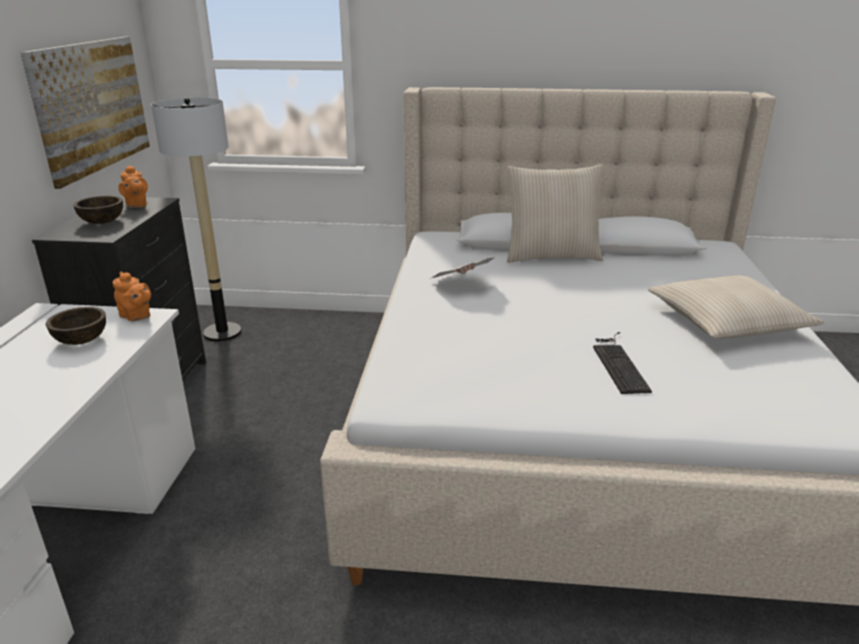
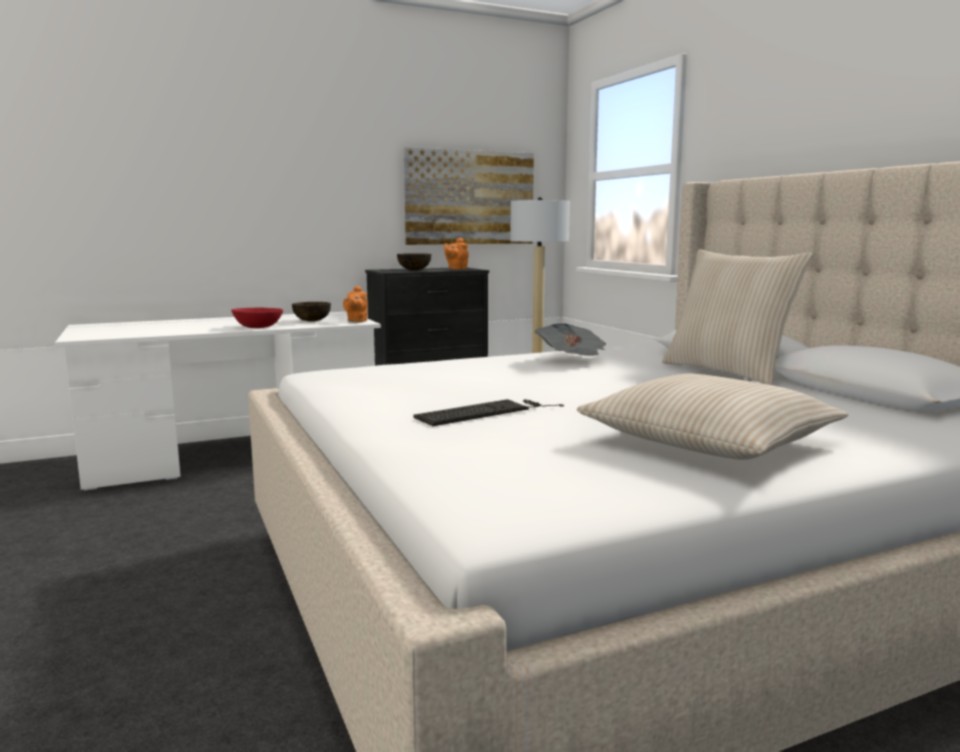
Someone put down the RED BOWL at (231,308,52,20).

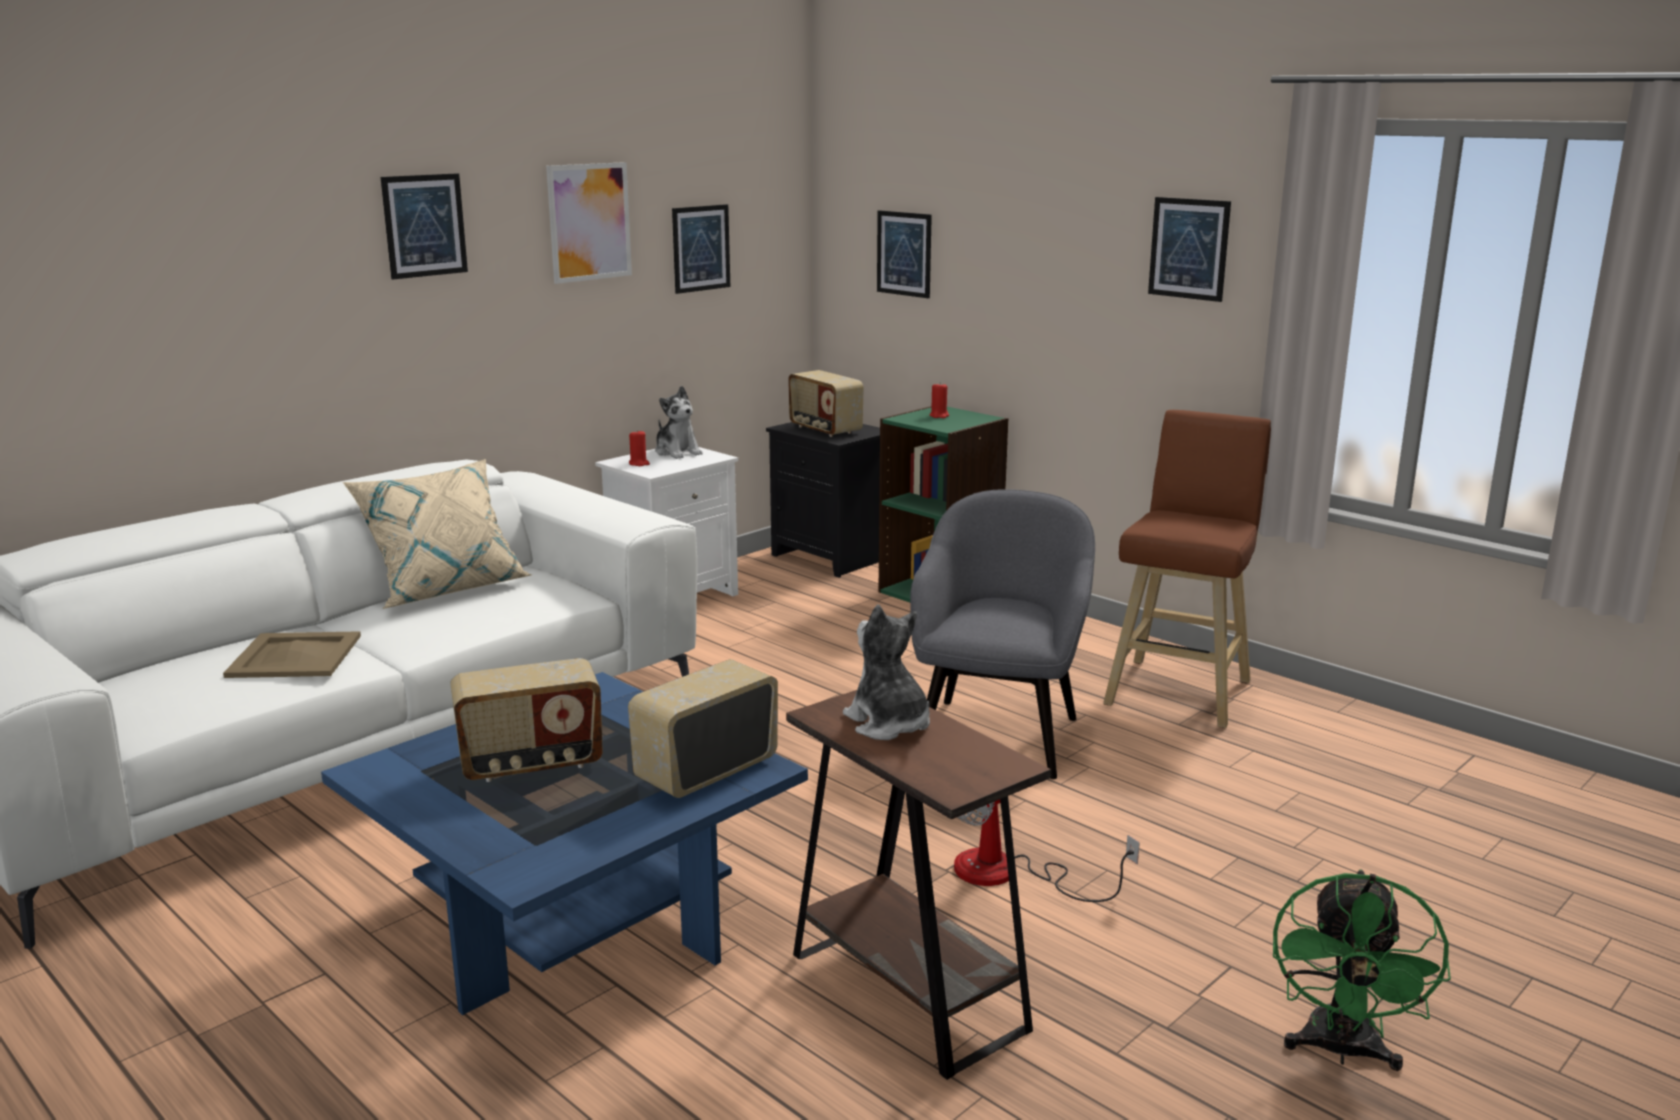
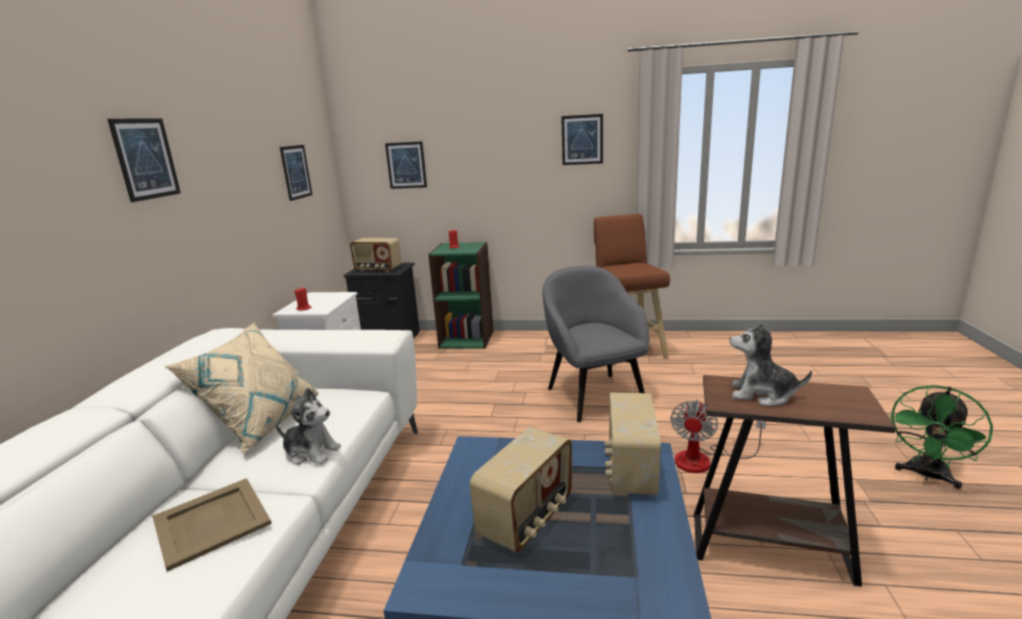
Someone took away the PICTURE at (546,162,86,122).
Someone carried the PLUSH TOY from (655,386,48,73) to (276,388,65,77).
Someone rotated the GREEN FAN at (1273,869,178,202) by 60 degrees clockwise.

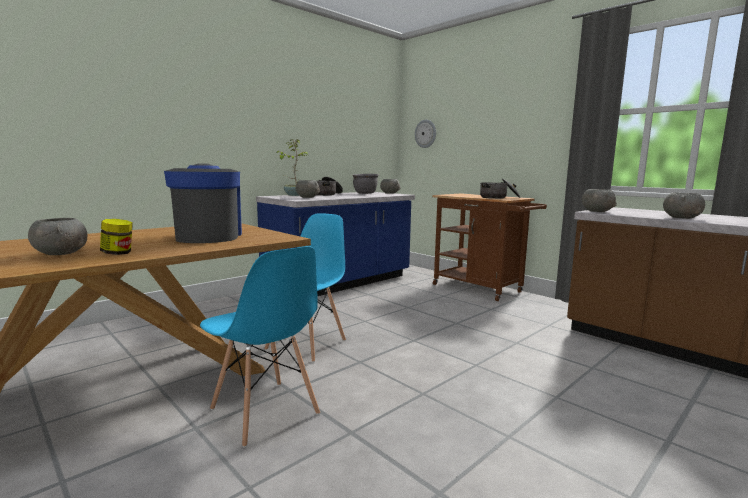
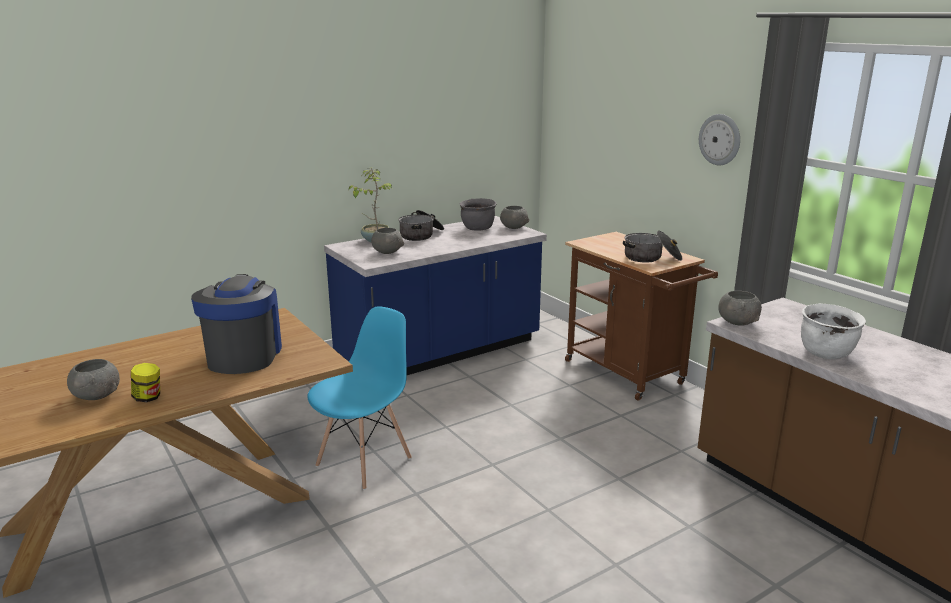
Someone carried the WALL CLOCK from (415,119,21,29) to (699,114,41,51).
Someone swapped the GREY BOWL at (663,193,42,26) for the WHITE COOKING POT at (801,303,65,56).
Someone took away the BLUE CHAIR at (200,246,120,202).

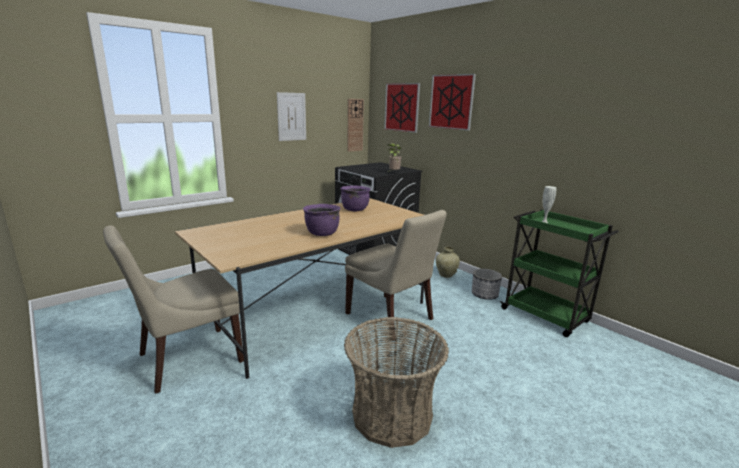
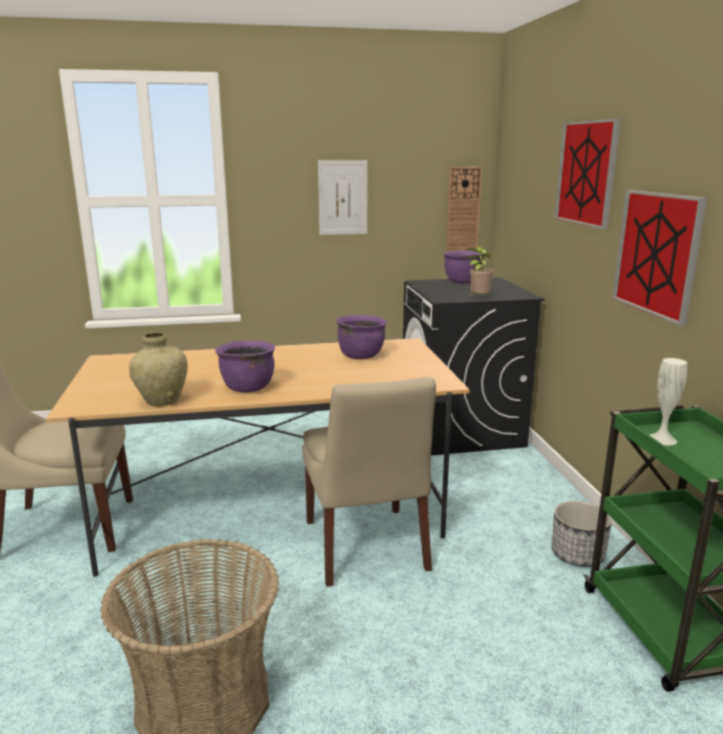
Someone carried the PICTURE from (384,83,36,50) to (612,190,95,136).
Someone carried the BEIGE VASE from (436,247,24,31) to (129,332,59,74).
Someone put down the PURPLE COOKING POT at (444,251,40,33).

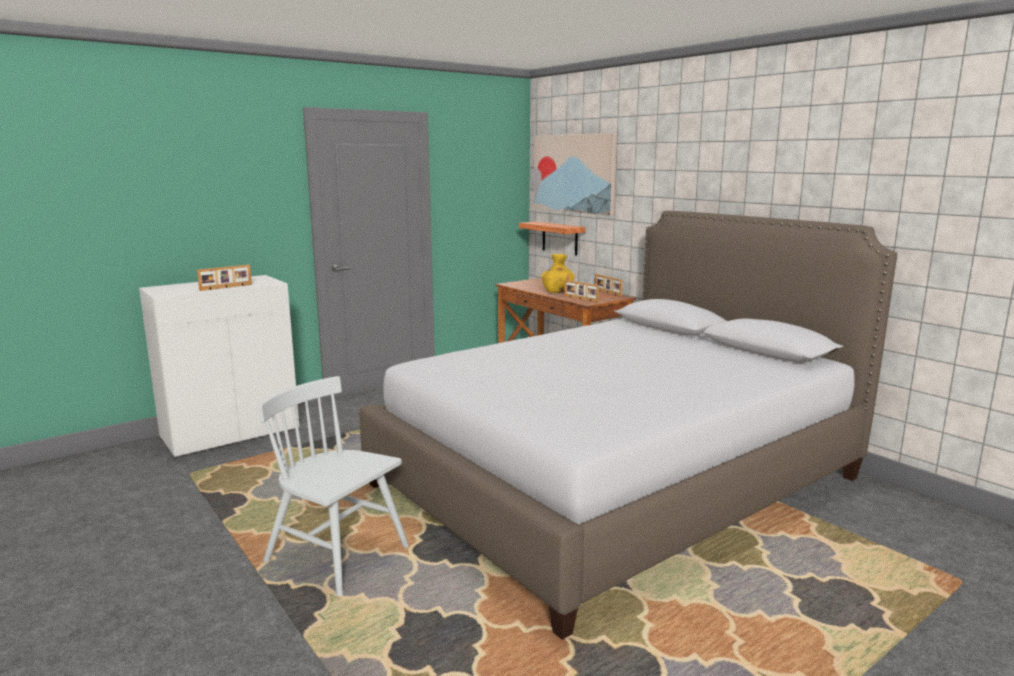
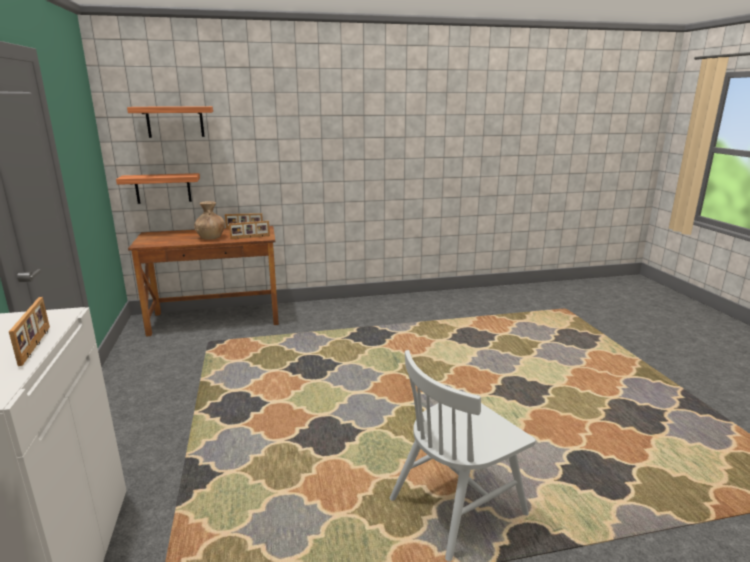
Someone swapped the PICTURE at (534,133,83,83) for the SHELF at (127,106,86,32).
Someone took away the BED at (359,211,538,429).
Someone repainted the YELLOW VASE at (541,254,34,39), which became the BROWN VASE at (194,201,31,39).

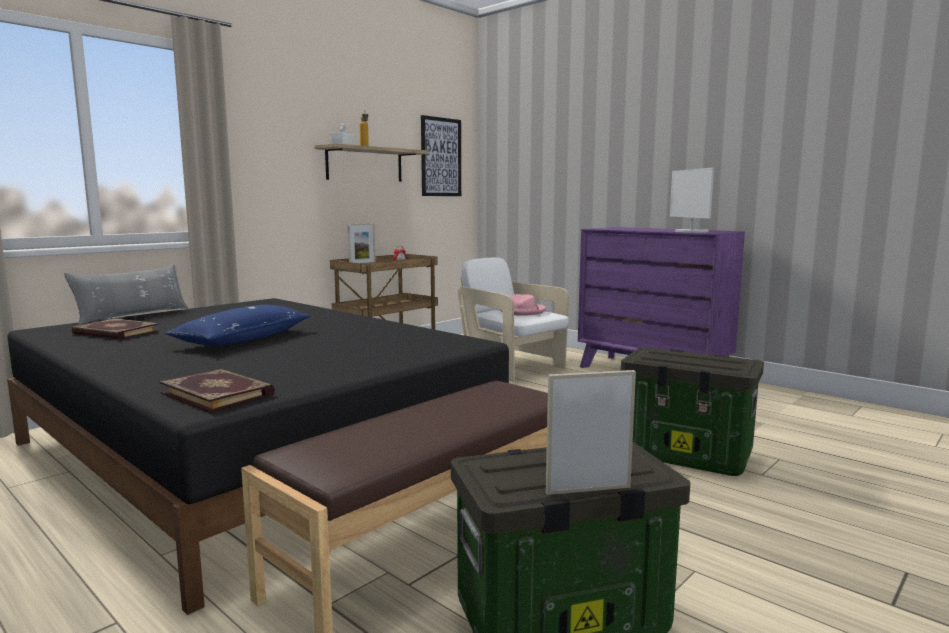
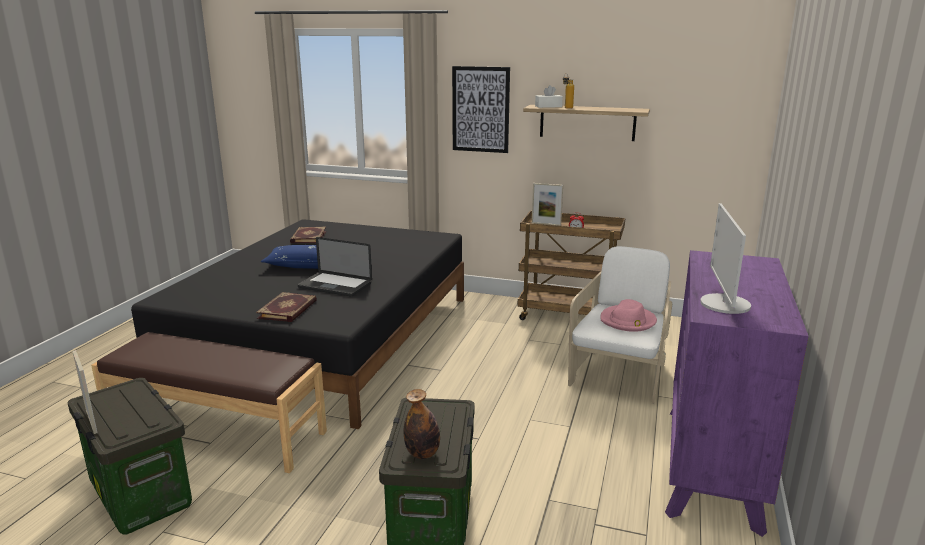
Someone carried the PICTURE from (421,115,40,81) to (452,66,58,87).
Someone rotated the MONITOR at (670,167,44,65) by 45 degrees counterclockwise.
Someone took away the GREY PILLOW at (64,264,124,61).
Someone carried the BOOK from (159,369,116,44) to (256,292,61,30).
Someone put down the LAPTOP at (298,237,74,59).
Someone put down the BOTTLE at (404,389,36,70).

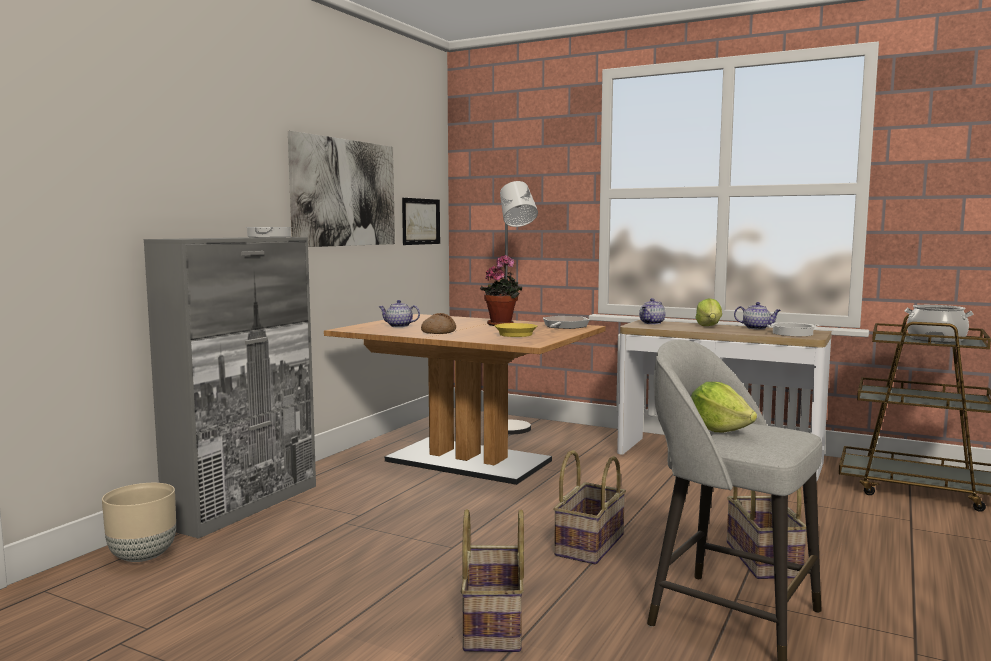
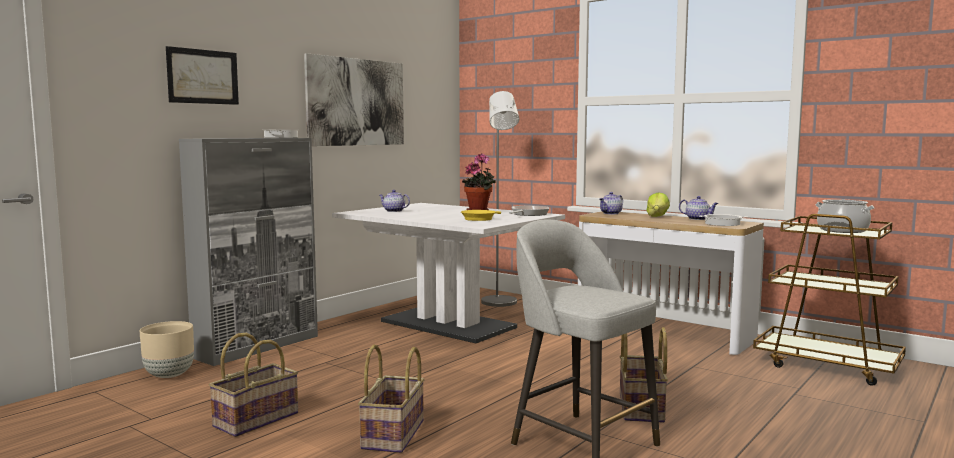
Someone carried the PICTURE from (402,198,38,47) to (166,46,73,59).
Someone took away the BREAD at (421,313,35,21).
Someone repainted the BROWN DINING TABLE at (324,314,282,171), which became the WHITE DINING TABLE at (332,203,233,140).
Someone took away the LETTUCE at (691,382,66,51).
Someone carried the BASKET from (553,450,73,115) to (209,333,89,104).

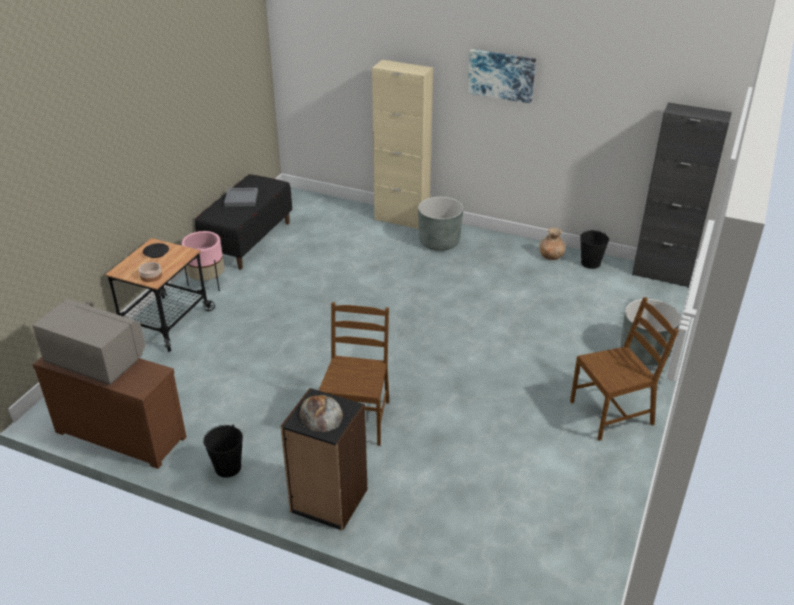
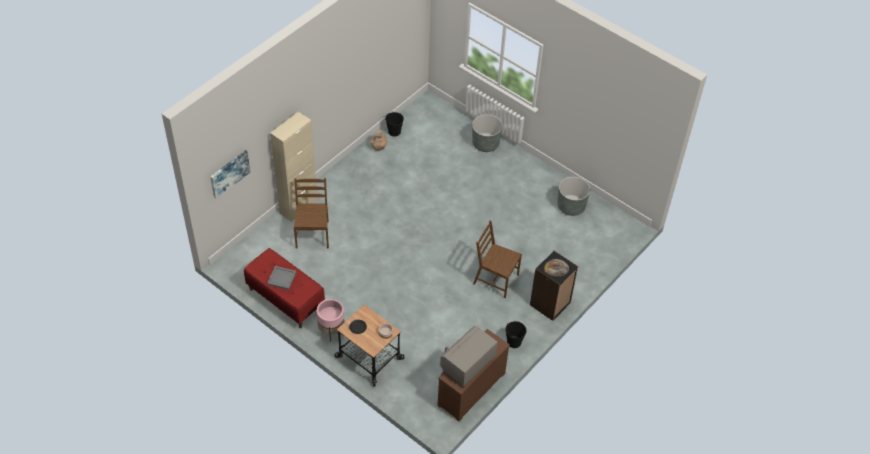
Someone carried the PICTURE from (468,49,68,55) to (210,150,40,49).
Someone took away the BLACK CABINET at (632,102,100,186).
Someone repainted the BLACK BENCH at (195,174,97,96), which became the RED BENCH at (244,248,81,80).
Someone carried the GREY PLANTER from (418,197,45,54) to (557,177,33,39).
Someone carried the BROWN CHAIR from (570,297,109,144) to (294,178,35,71).

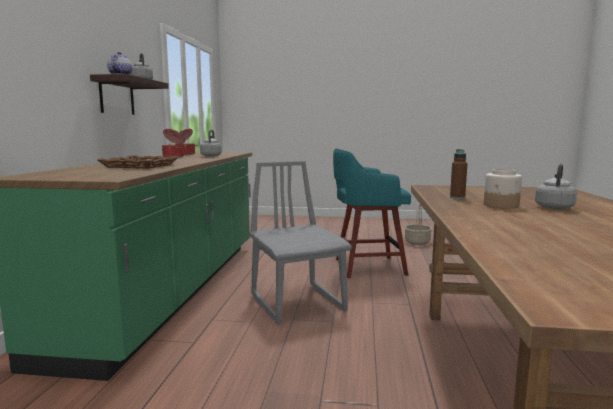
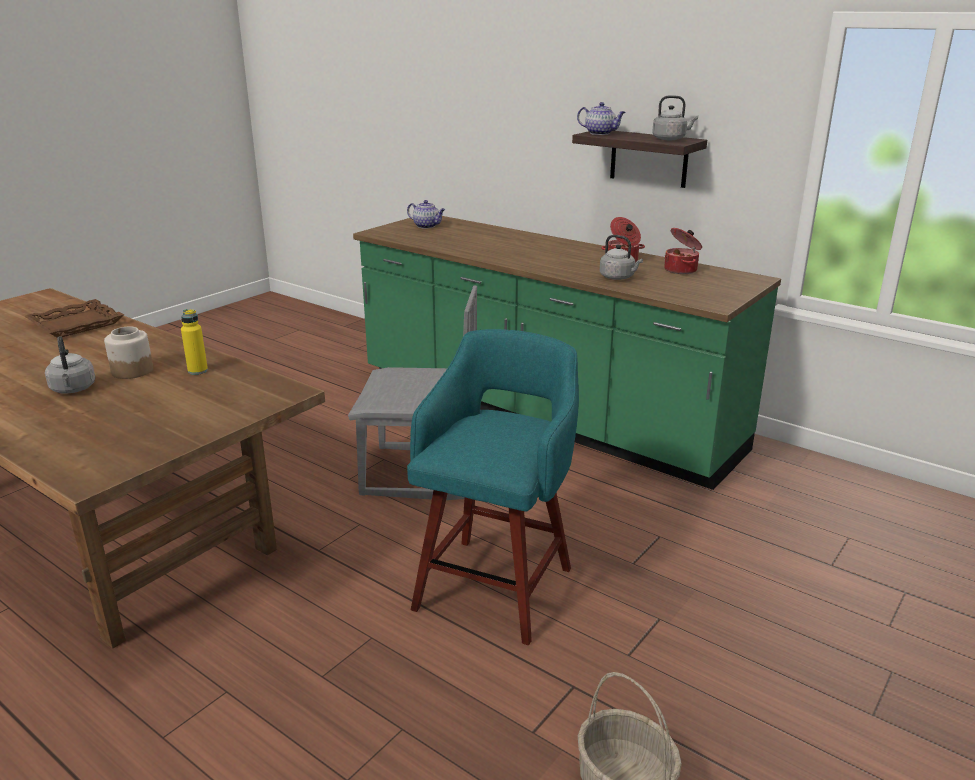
Someone repainted the BROWN BOTTLE at (450,149,17,50), which became the YELLOW BOTTLE at (181,309,27,66).
Someone carried the BROWN TRAY from (97,156,81,13) to (24,299,100,39).
Someone put down the TEAPOT at (407,200,38,29).

